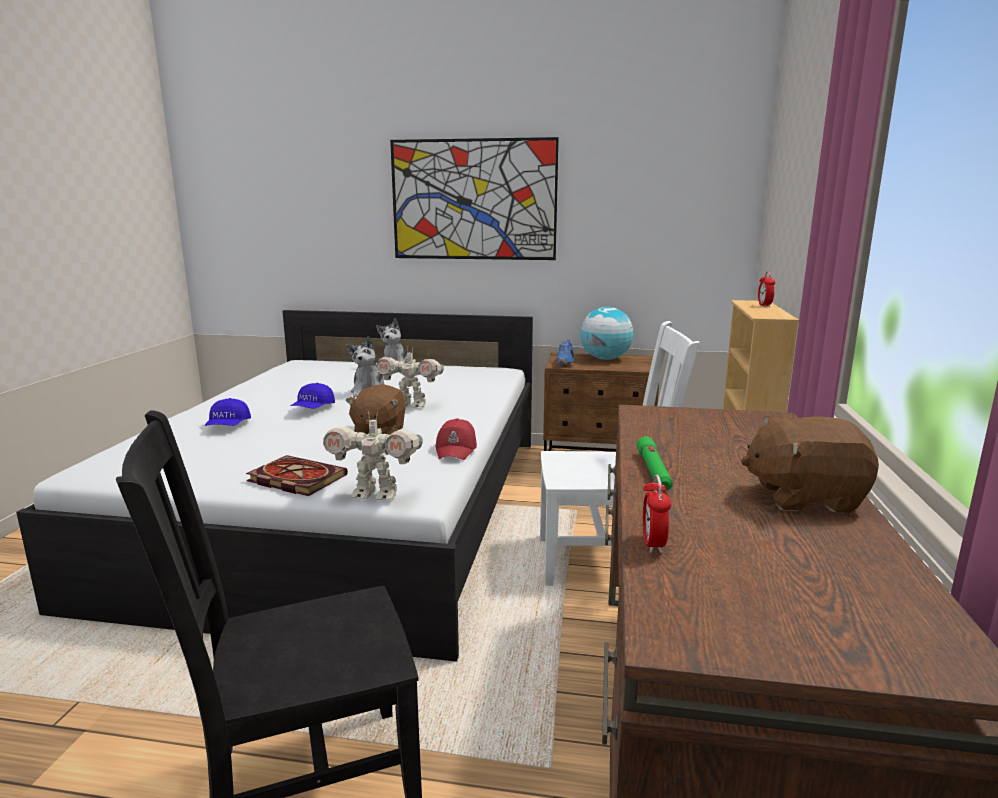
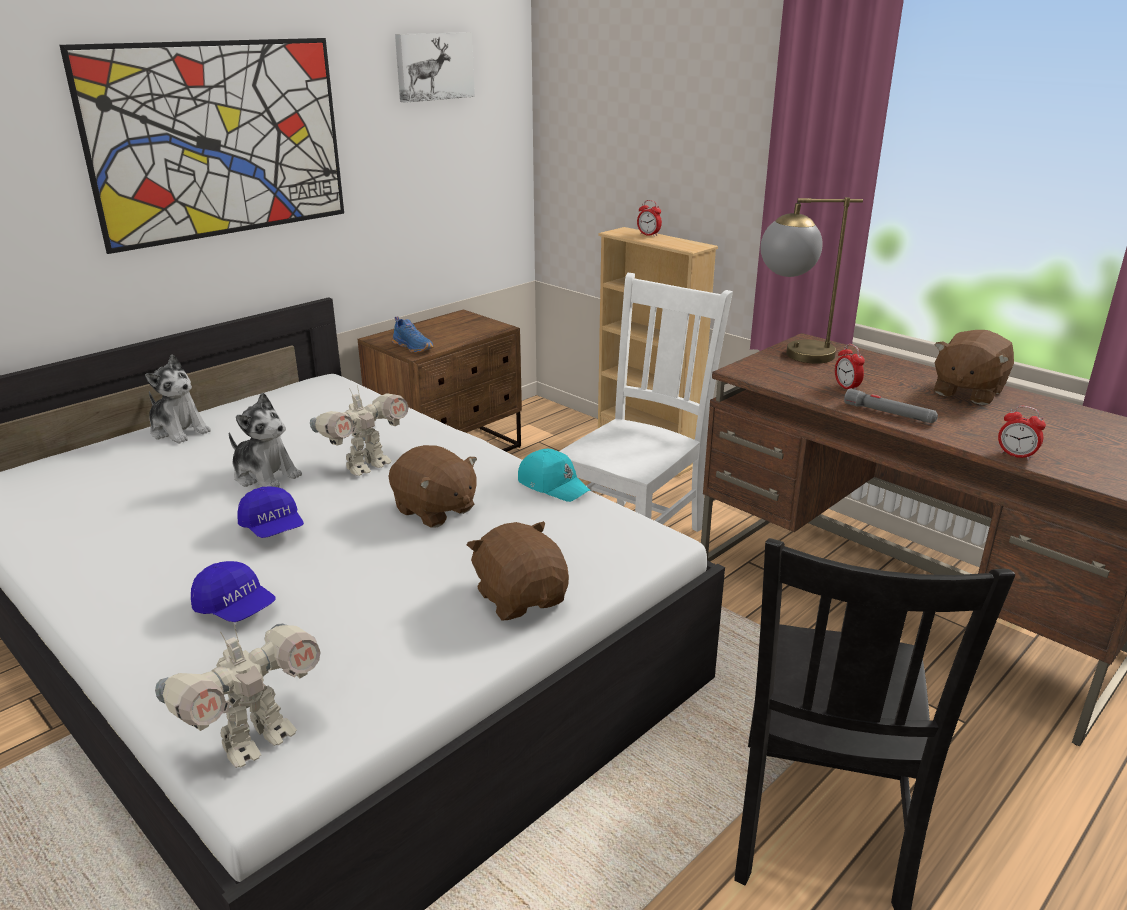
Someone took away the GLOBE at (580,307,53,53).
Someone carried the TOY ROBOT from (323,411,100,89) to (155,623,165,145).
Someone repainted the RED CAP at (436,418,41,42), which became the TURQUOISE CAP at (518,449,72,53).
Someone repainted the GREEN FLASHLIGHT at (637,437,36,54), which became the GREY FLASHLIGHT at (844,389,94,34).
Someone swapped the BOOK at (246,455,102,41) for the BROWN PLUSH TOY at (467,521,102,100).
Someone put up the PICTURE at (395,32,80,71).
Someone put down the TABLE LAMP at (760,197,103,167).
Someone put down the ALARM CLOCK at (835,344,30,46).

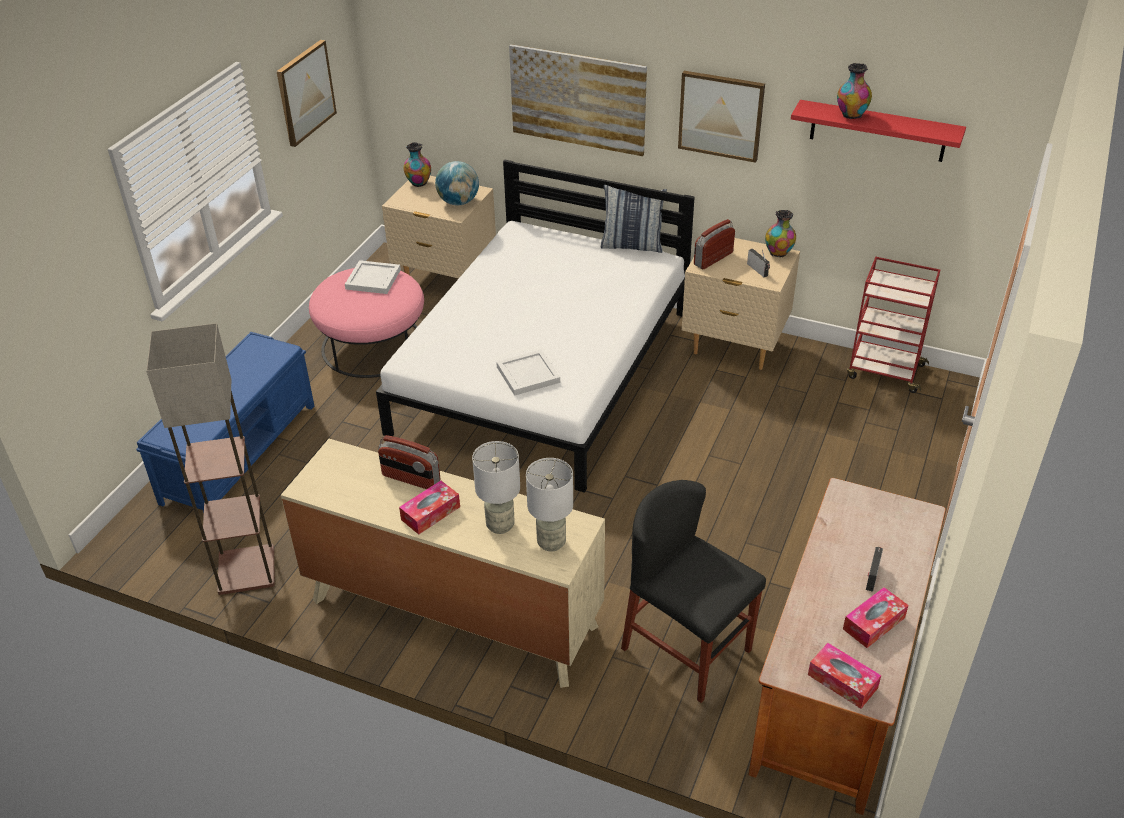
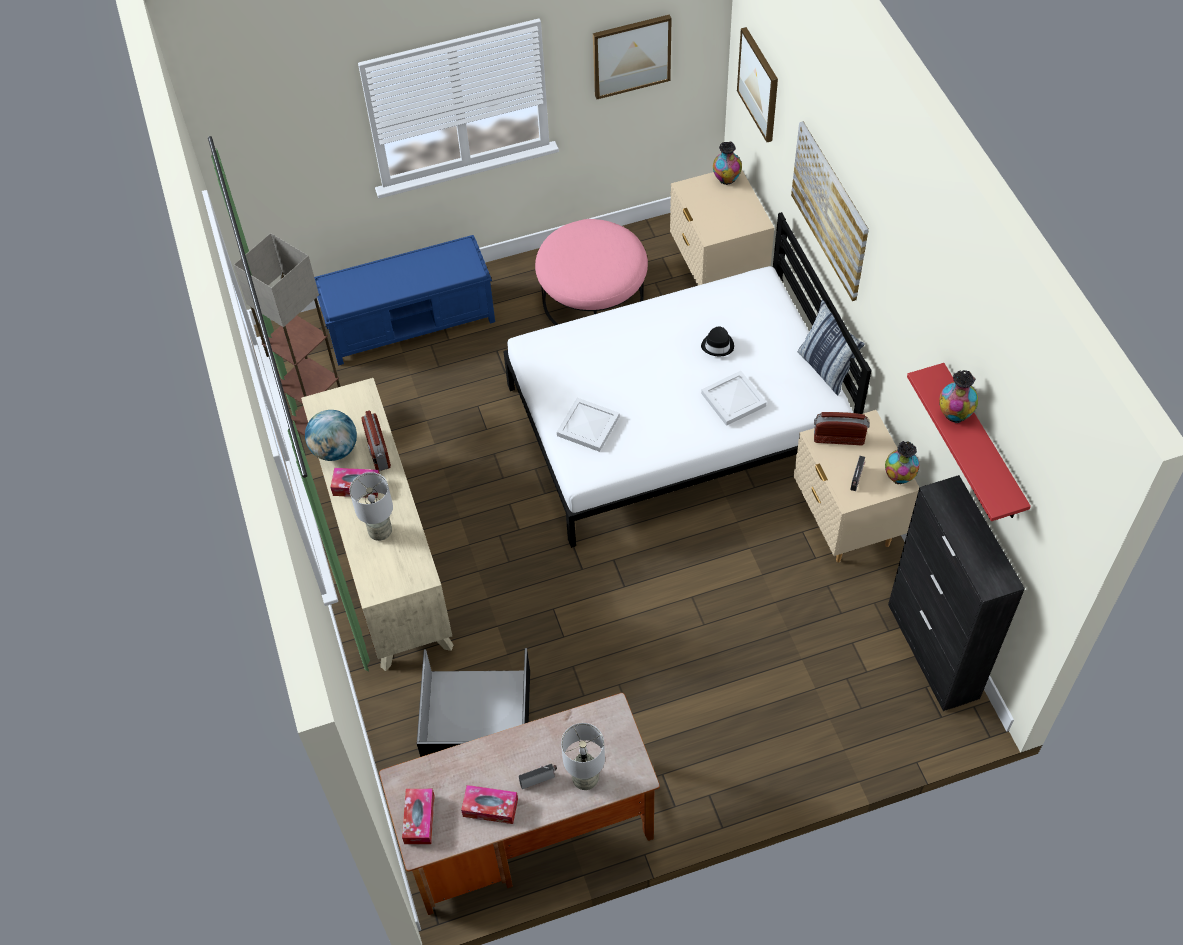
Someone carried the PICTURE from (678,71,87,92) to (737,27,41,115).
Someone carried the GLOBE from (435,161,44,45) to (305,410,52,51).
Someone swapped the RED CART at (847,257,93,136) for the BLACK CABINET at (888,475,137,236).
Someone carried the WHITE TRAY from (345,260,56,34) to (701,371,66,55).
Someone carried the GREY TABLE LAMP from (526,458,47,94) to (561,723,44,67).
Someone swapped the BLACK CHAIR at (621,480,145,223) for the BLACK STORAGE BOX at (417,648,113,109).
Someone put down the BLACK HAT at (701,327,33,29).

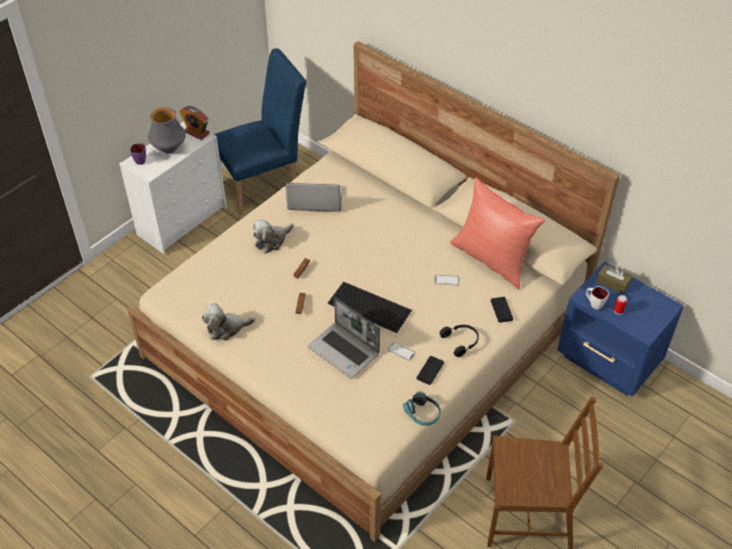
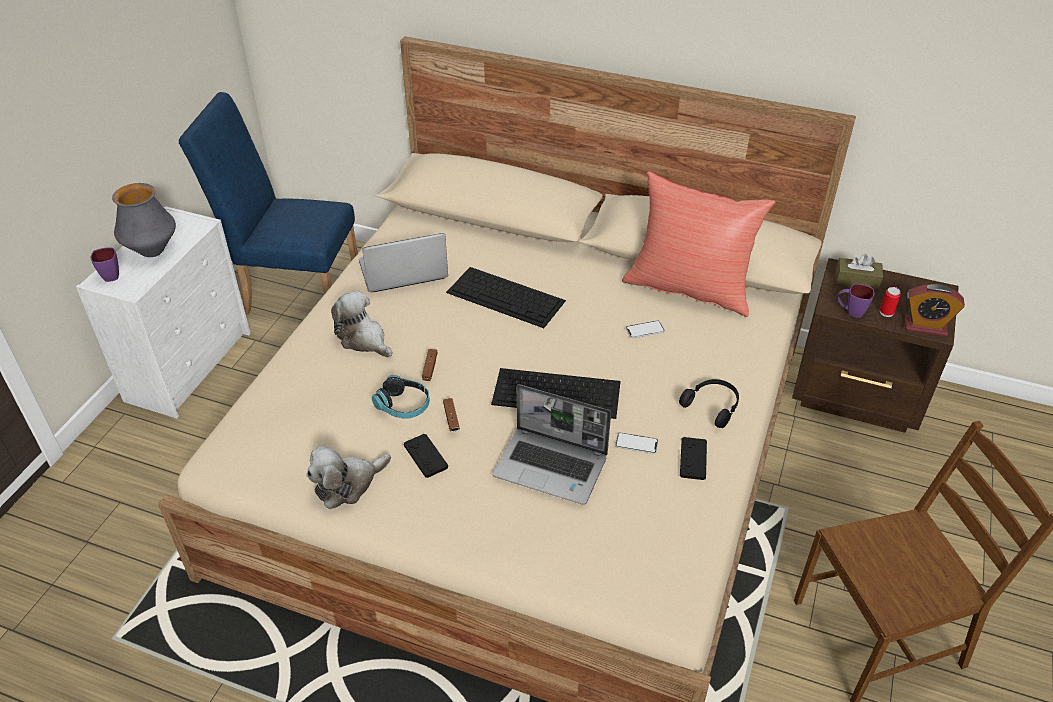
Someone rotated the BLUE CHAIR at (214,48,93,167) by 120 degrees counterclockwise.
Someone carried the ALARM CLOCK from (180,106,30,34) to (905,284,60,52).
Someone rotated the PLUSH TOY at (253,219,41,35) by 105 degrees clockwise.
Someone repainted the BLUE NIGHTSTAND at (557,261,127,136), which became the BROWN NIGHTSTAND at (792,258,167,175).
Someone repainted the WHITE MUG at (586,286,23,24), which became the PURPLE MUG at (838,284,36,34).
Someone carried the BLACK GAME CONTROLLER from (491,297,22,26) to (404,434,44,44).
Someone carried the HEADPHONES from (403,391,38,35) to (372,375,58,44).
Someone put down the KEYBOARD at (446,267,120,61).

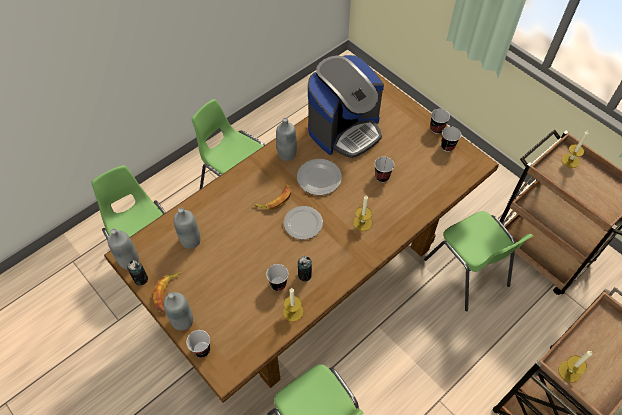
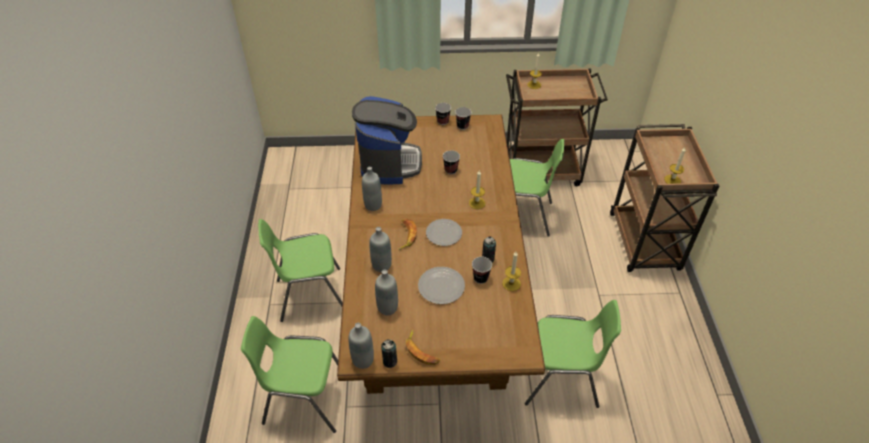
Someone carried the PLATE from (297,159,45,36) to (418,267,47,37).
Someone carried the GREY BOTTLE from (164,292,29,39) to (369,227,23,45).
Someone took away the CUP at (186,330,24,28).

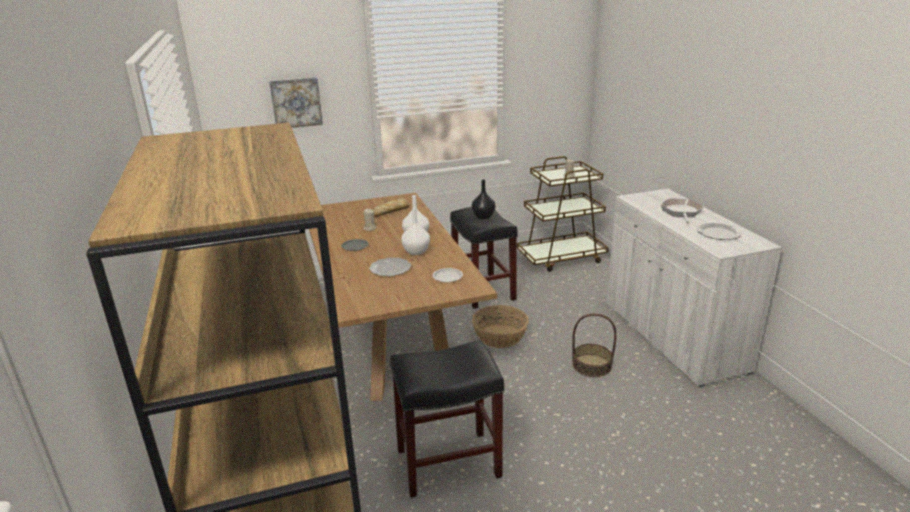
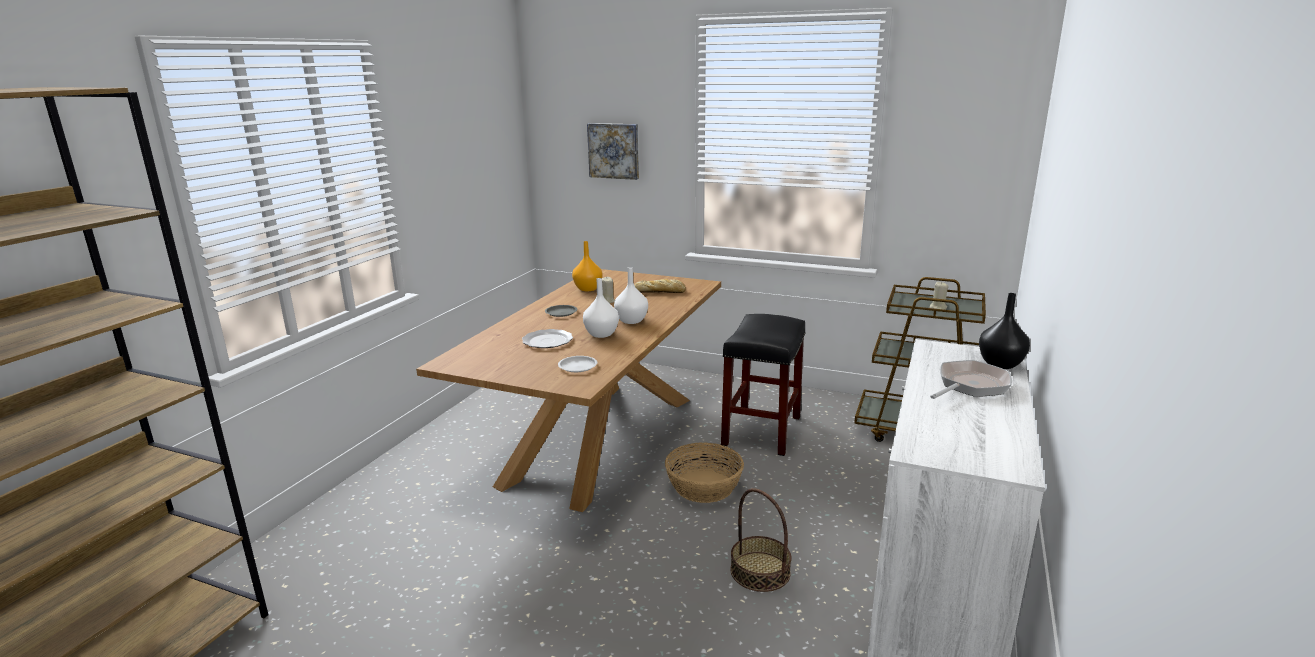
Someone carried the BLACK VASE from (472,180,23,39) to (979,293,51,76).
Someone took away the PLATE at (697,223,45,17).
Someone took away the BLACK STOOL at (390,340,114,158).
Someone put down the ORANGE VASE at (572,241,30,50).

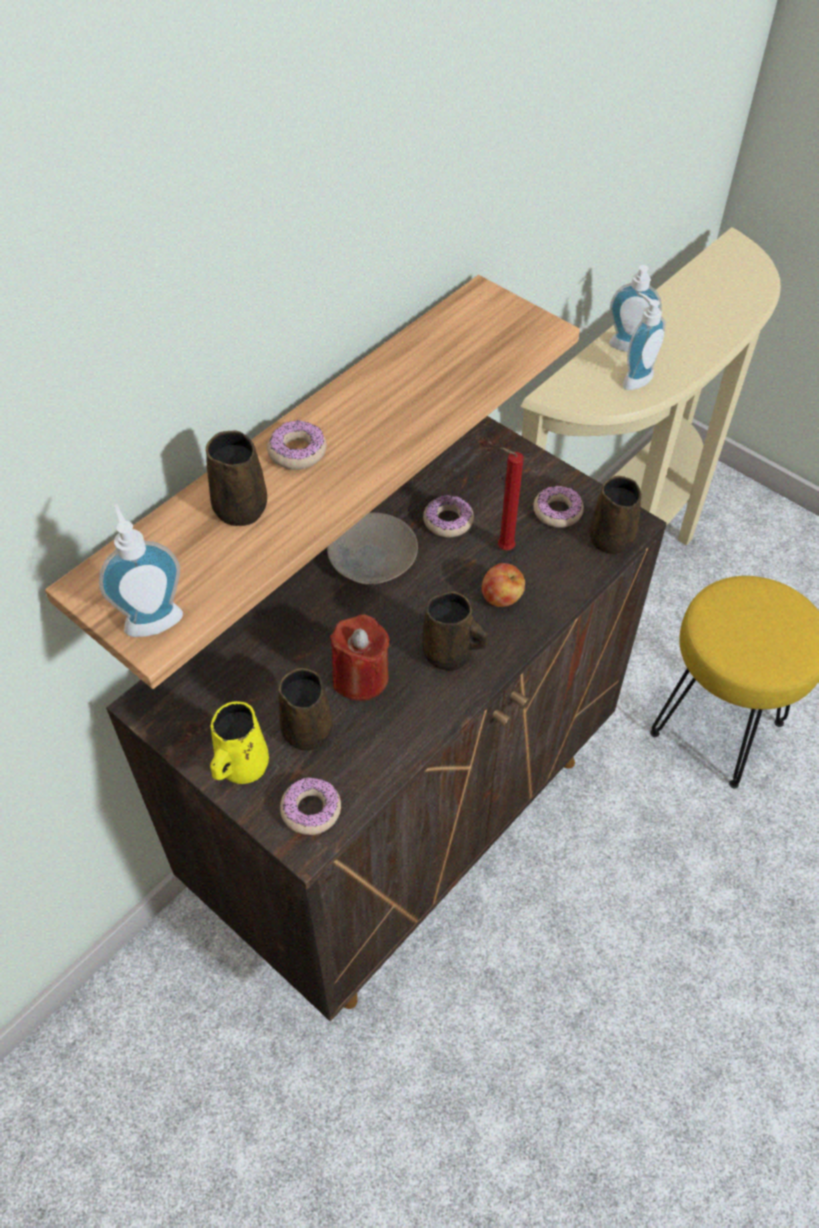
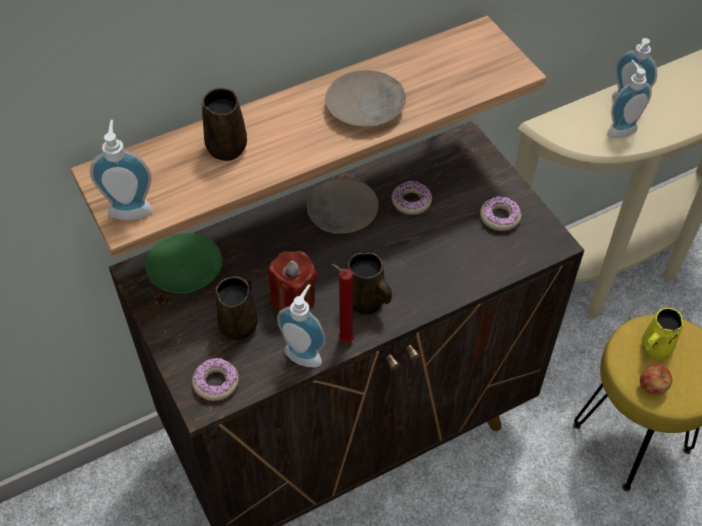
Someone took away the DONUT at (267,420,59,50).
Someone carried the RED CANDLE from (498,448,26,102) to (331,264,23,79).
Someone took away the BROWN MUG at (589,476,52,78).
Someone carried the APPLE from (481,563,44,44) to (640,364,32,31).
Someone carried the YELLOW MUG from (210,701,59,83) to (642,308,41,51).
Someone put down the BEIGE PLATE at (325,70,81,57).
Someone put down the GREEN PLATE at (145,233,78,60).
Someone put down the SOAP DISPENSER at (277,284,49,84).

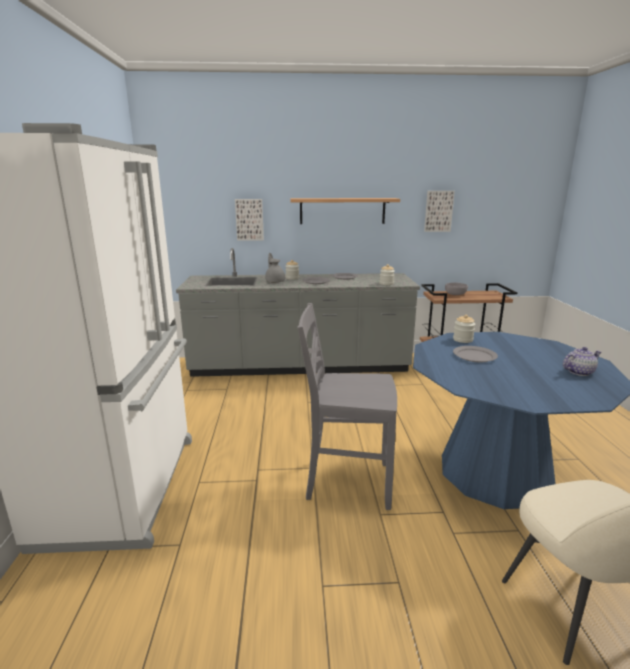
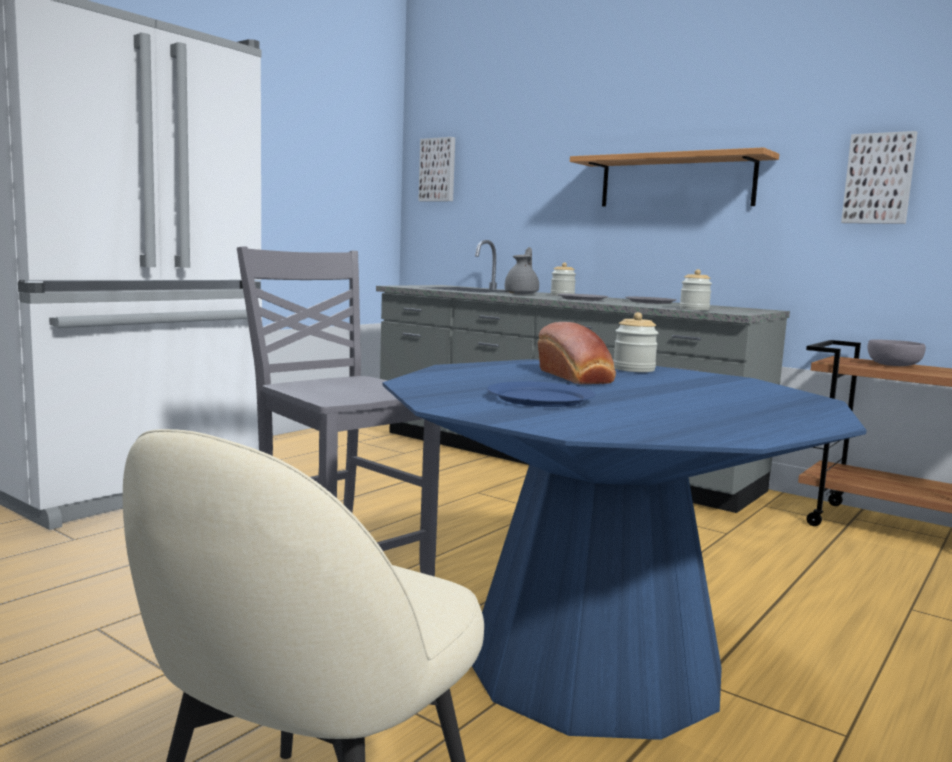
Someone carried the PICTURE from (235,199,29,42) to (418,137,37,65).
Someone swapped the GREY PLATE at (453,346,45,16) for the BREAD at (538,322,78,62).
Someone took away the TEAPOT at (563,347,38,29).
Someone put down the BLUE PLATE at (487,381,108,26).

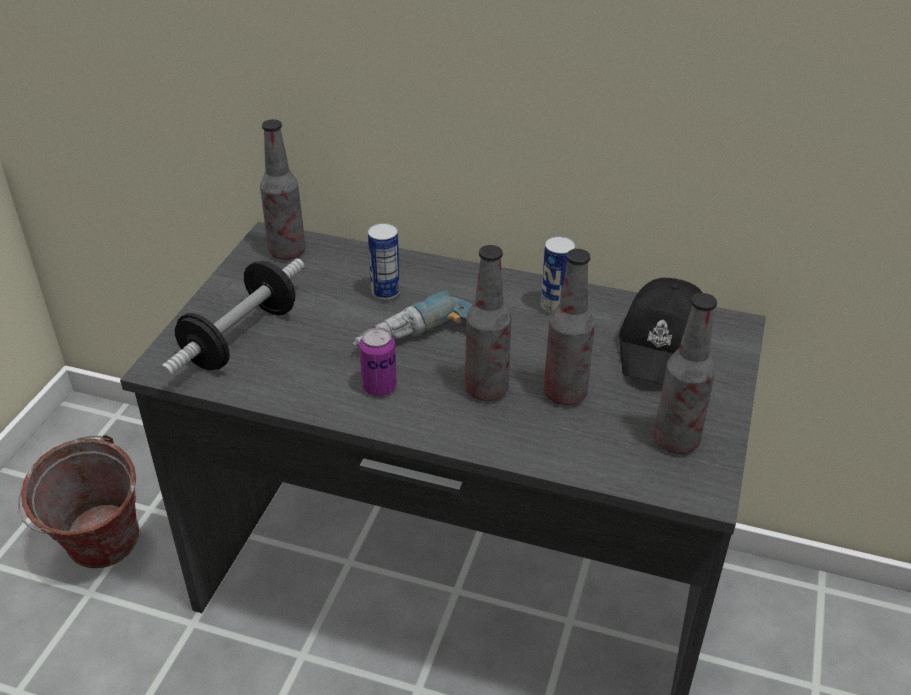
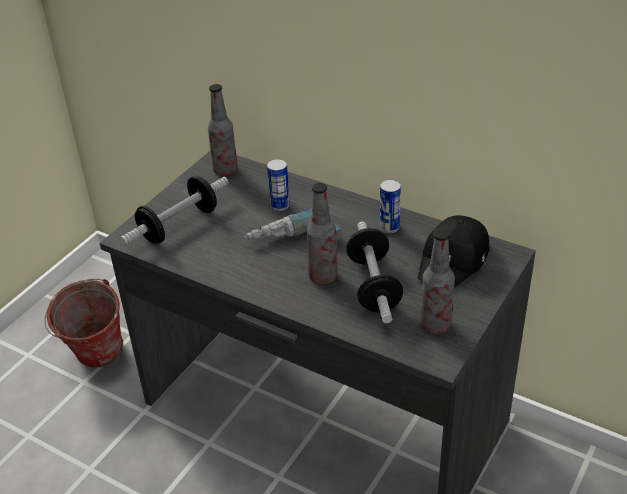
Someone swapped the BOTTLE at (544,249,51,156) for the DUMBBELL at (346,221,57,102).
Someone took away the CAN at (359,327,38,69).

